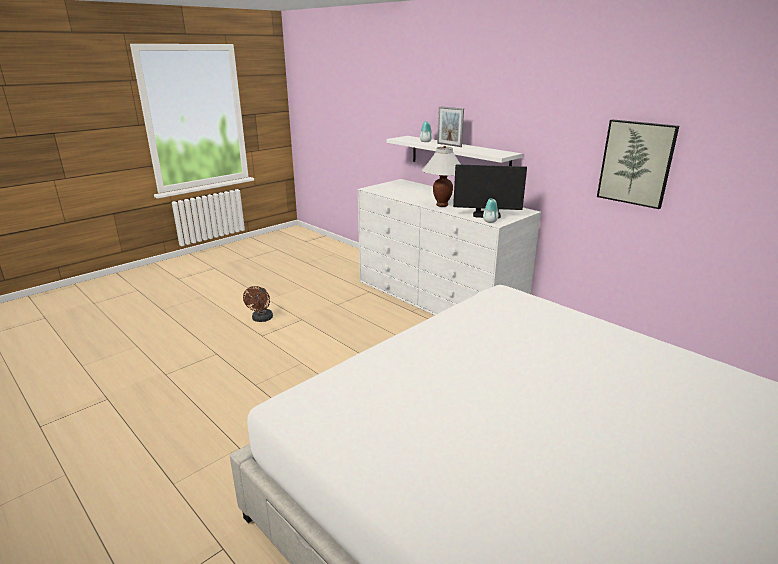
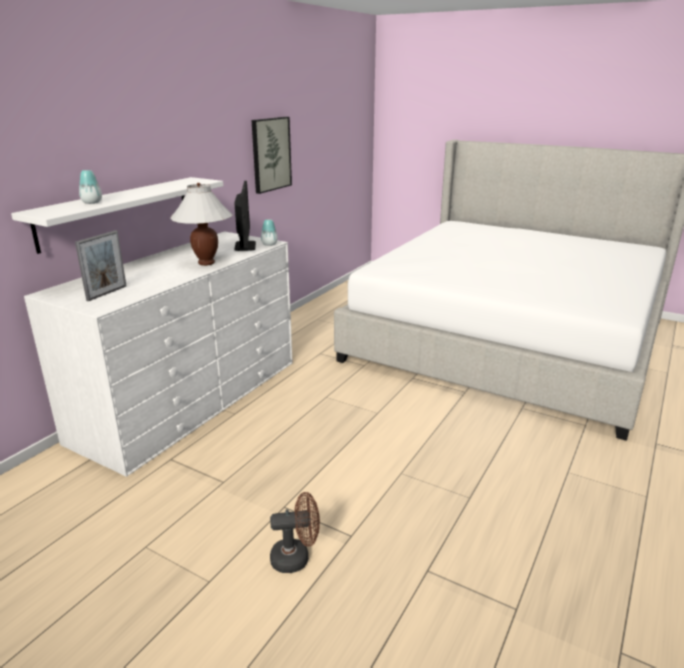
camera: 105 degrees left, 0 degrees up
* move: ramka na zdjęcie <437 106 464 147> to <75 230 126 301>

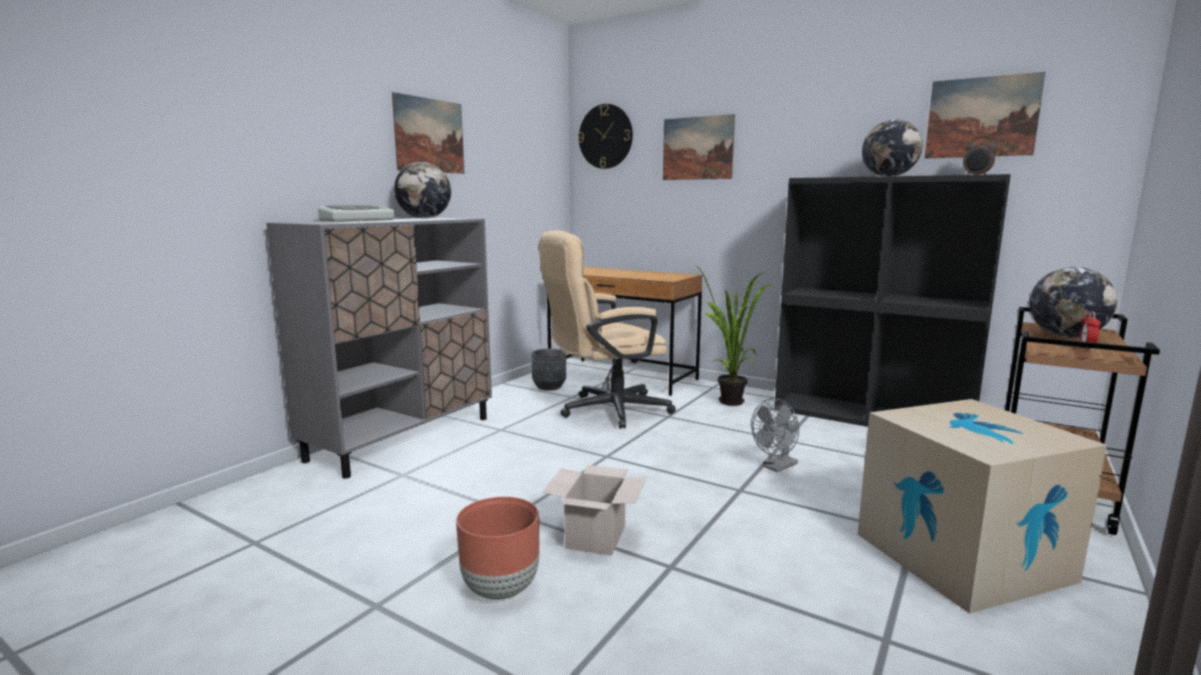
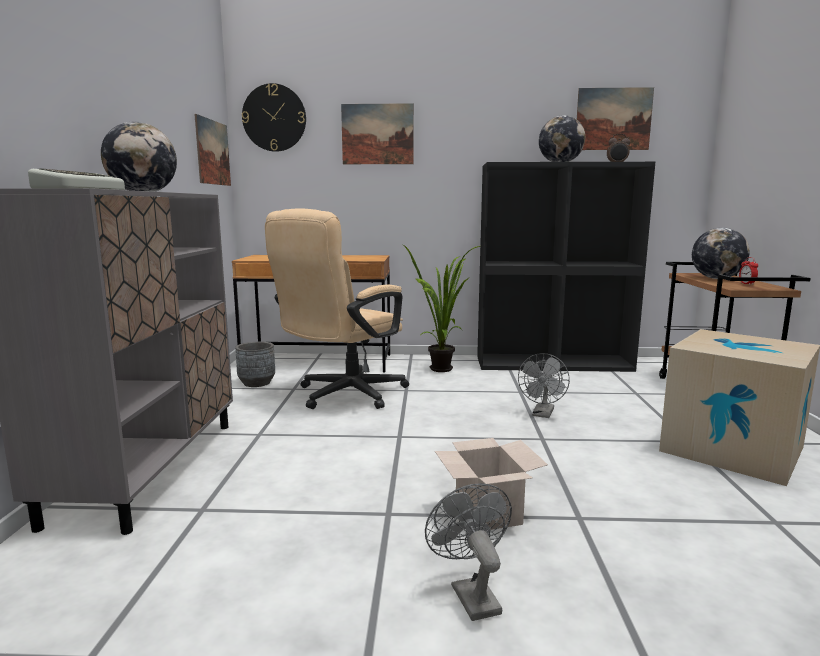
camera: 30 degrees left, 0 degrees up
* move: obraz <392 92 464 174> to <194 114 231 186>
* replace: donica/brązowy <456 497 539 600> to wentylator/szary <425 483 512 621>

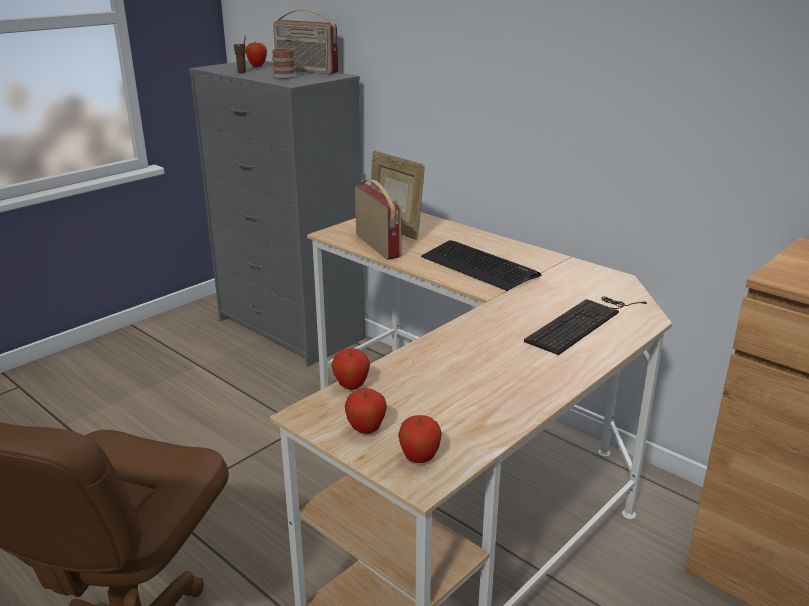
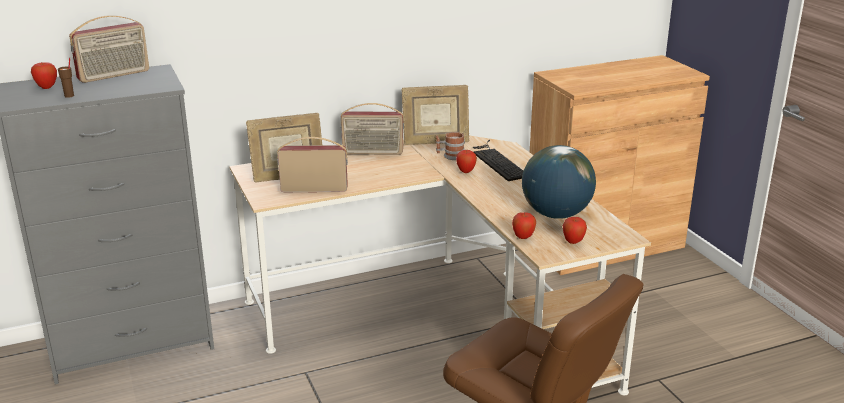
camera: 65 degrees left, 0 degrees up
* move: kubek <272 48 297 79> to <436 132 465 160>
* delete: klawiatura <421 240 541 291>
* move: jabłko <398 415 442 463> to <456 150 477 173>
* insert: ramka na zdjęcie <401 85 469 145>
* insert: radio <341 103 404 155>
* insert: globus <522 145 596 219>

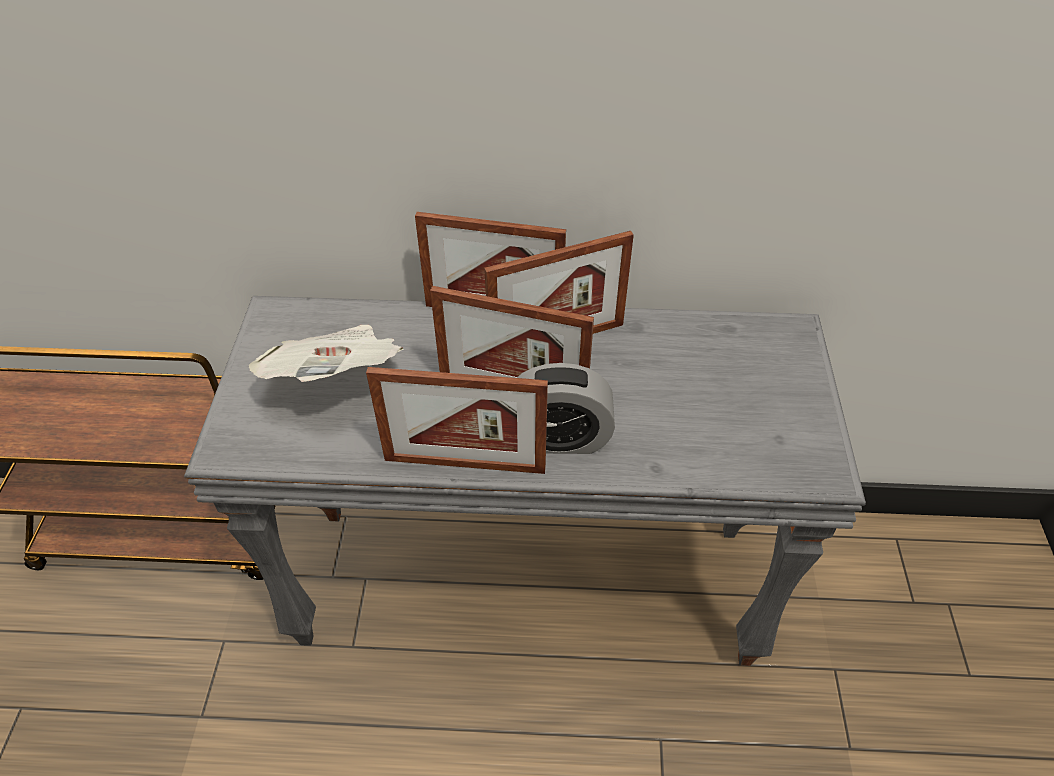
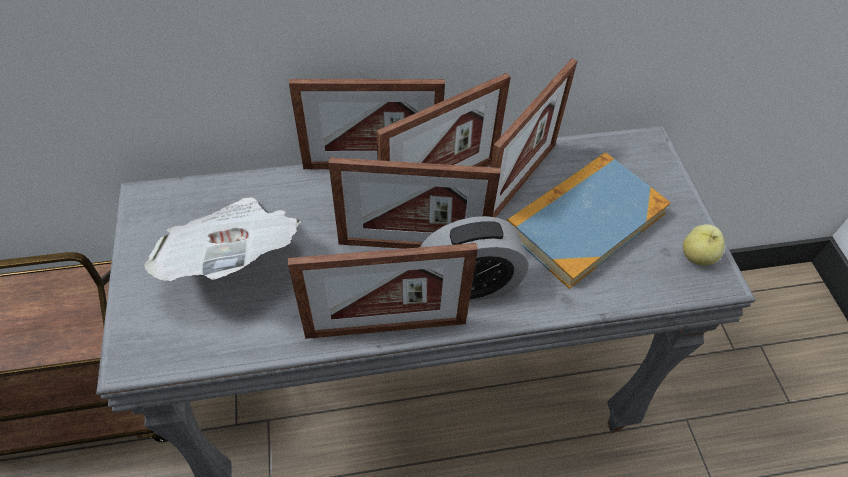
camera: 15 degrees left, 5 degrees up
* insert: ramka na zdjęcie <490 59 577 217>
* insert: książka <506 152 671 289>
* insert: jabłko <683 224 725 265>

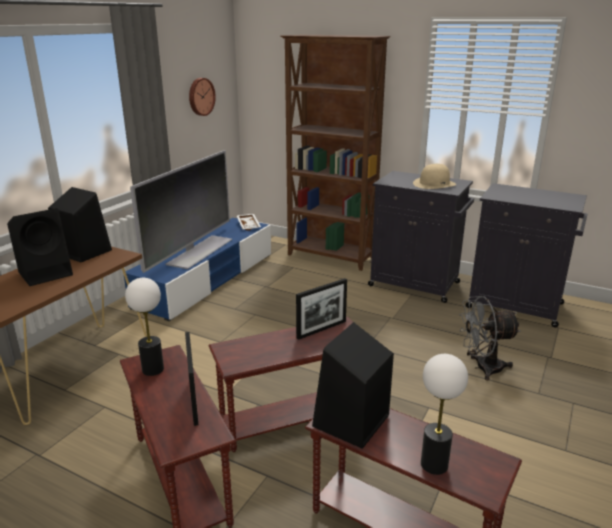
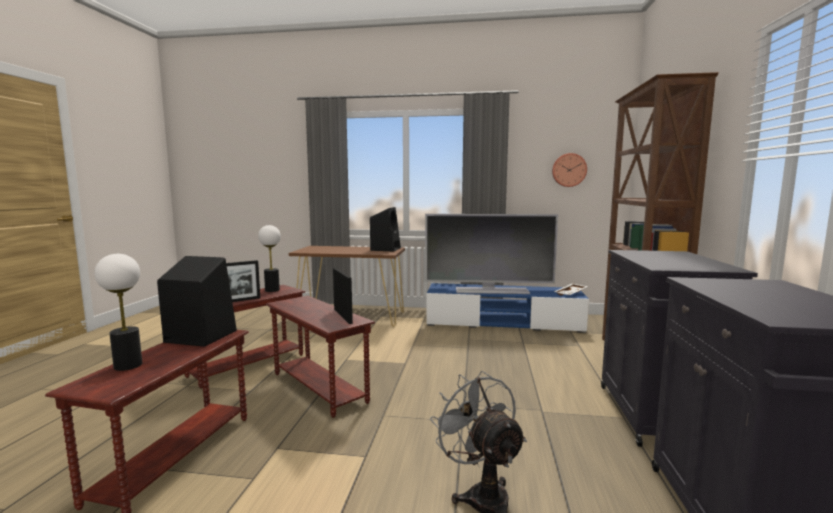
camera: 70 degrees right, 15 degrees down
* delete: kapelusz/beżowy <413 164 456 189>
* delete: głośnik/czarny <7 208 73 286>
* rotate: ramka na zdjęcie <296 278 347 340> = <333 268 353 324> 150 degrees counterclockwise

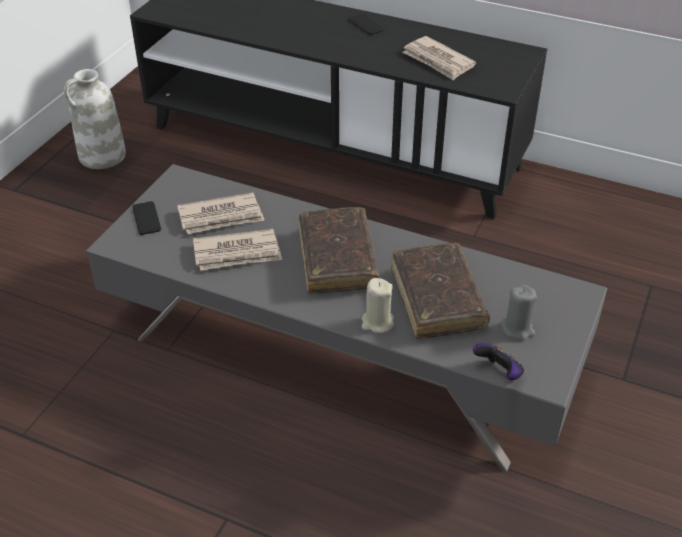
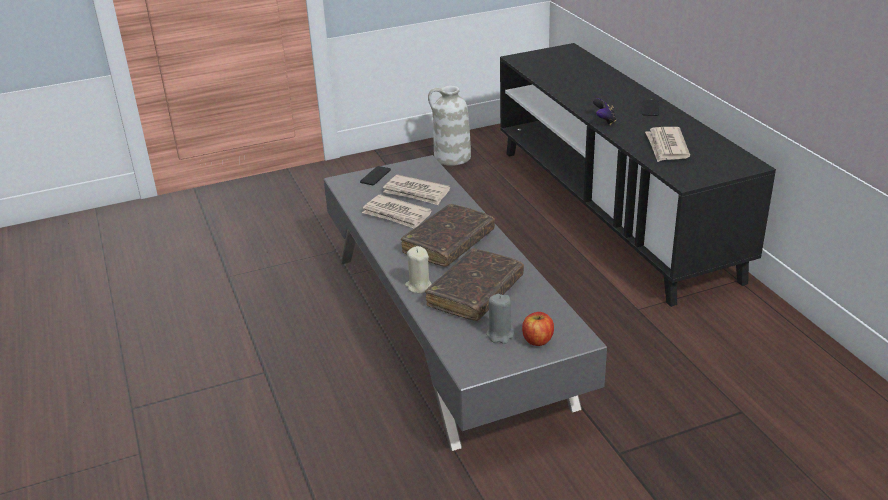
camera: 45 degrees right, 10 degrees down
* move: pad do gier <473 343 524 380> to <593 98 616 125>
* insert: jabłko <522 312 554 346>

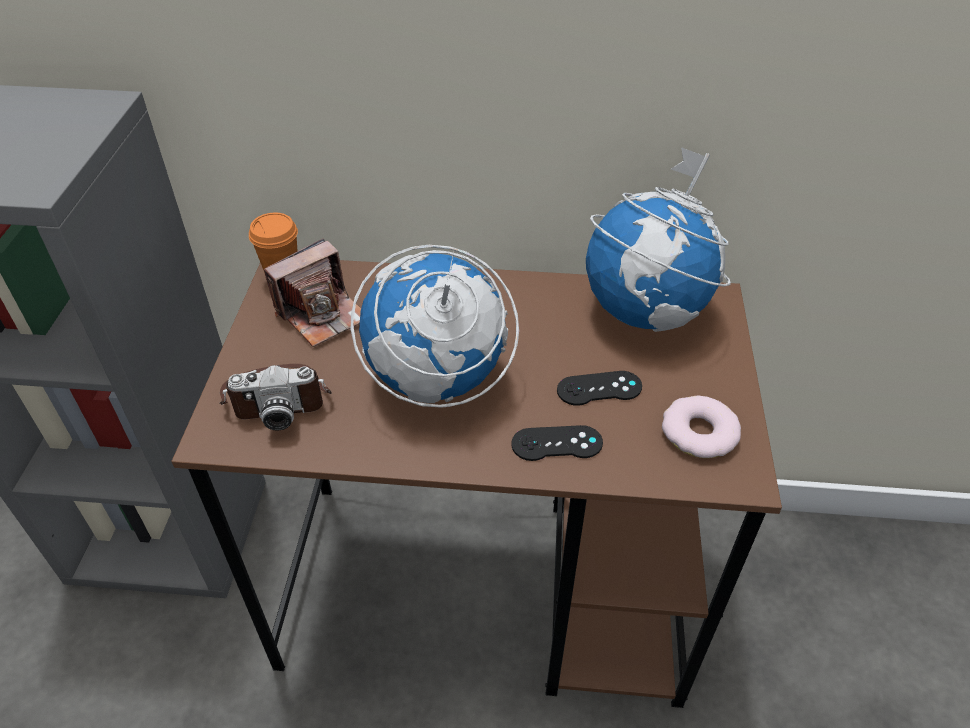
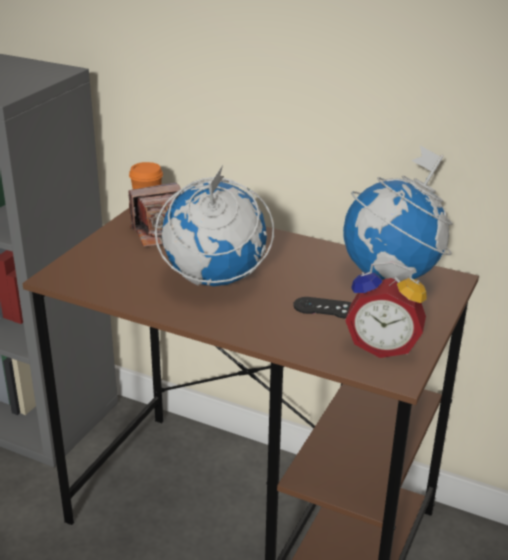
camera: 20 degrees right, 15 degrees down
* delete: aparat fotograficzny <219 364 332 431>
* replace: donut <662 396 741 458> to budzik <345 262 427 358>
* delete: pad do gier/czarny <511 425 603 461>

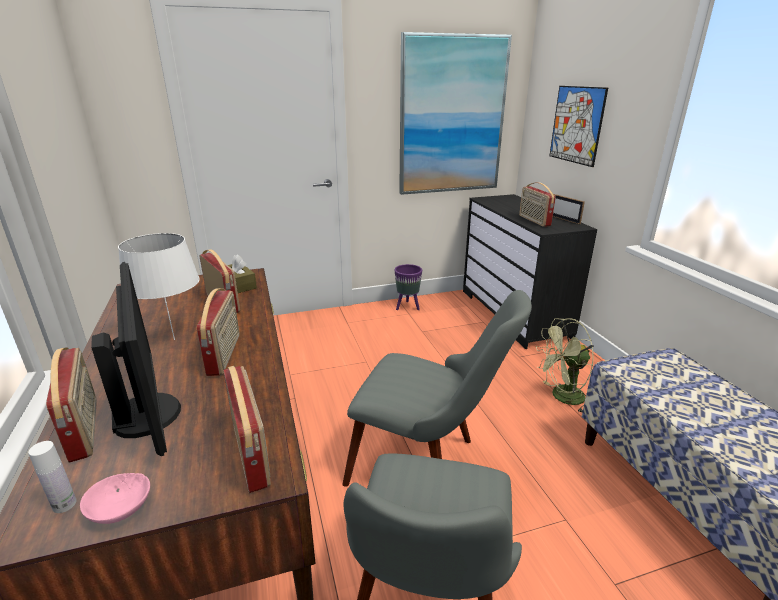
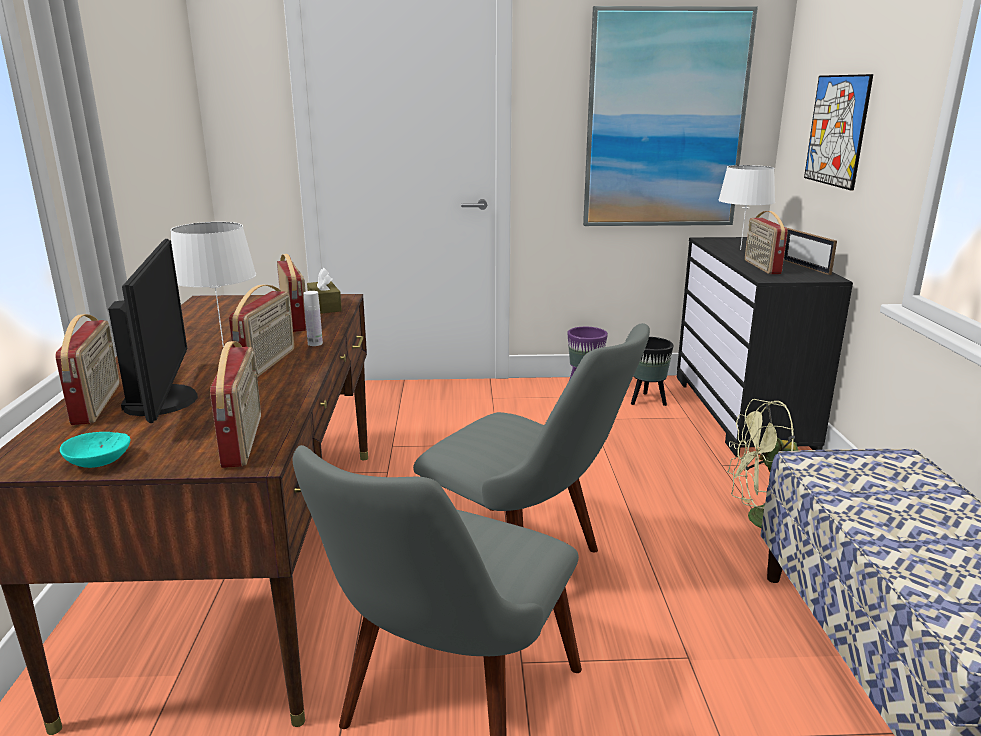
camera: 15 degrees right, 5 degrees down
* move: butelka/biały <28 441 77 513> to <304 291 323 346>
* recolor: miska/różowy <80 473 150 524> to miska/turkusowy <60 432 130 468>
* insert: lampa stołowa/biały <718 165 775 250>
* insert: donica/czarny <631 337 673 406>

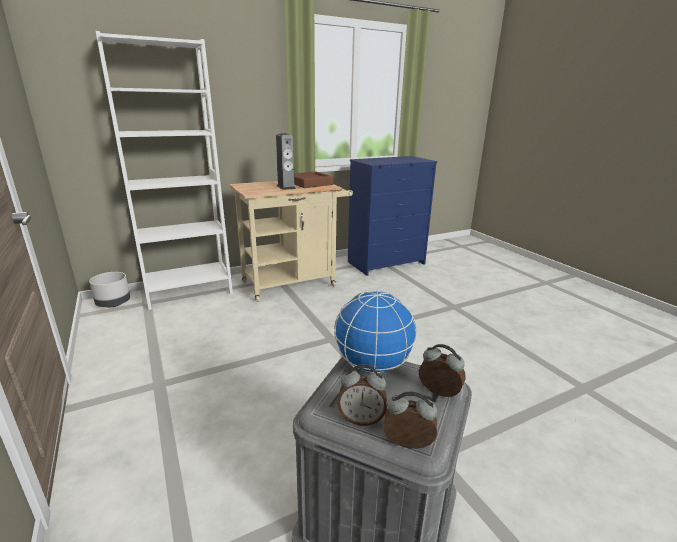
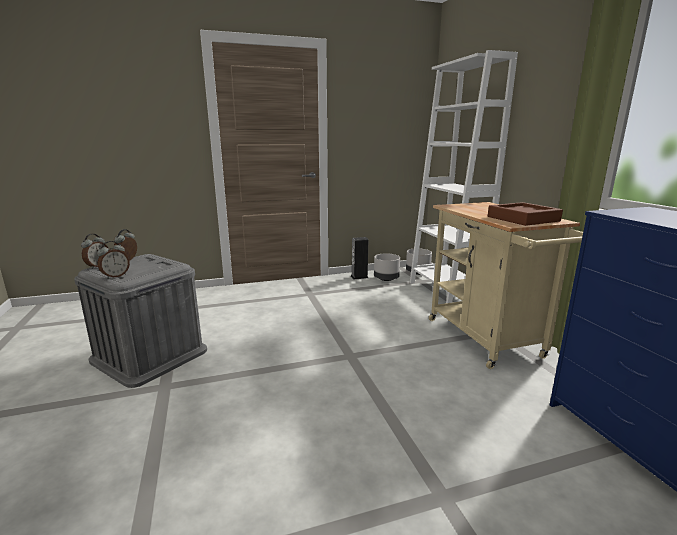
camera: 100 degrees right, 5 degrees down
* move: głośnik <276 133 296 190> to <351 237 368 279>
* delete: globus <334 290 417 373>
* insert: donica/szary <374 253 400 281>

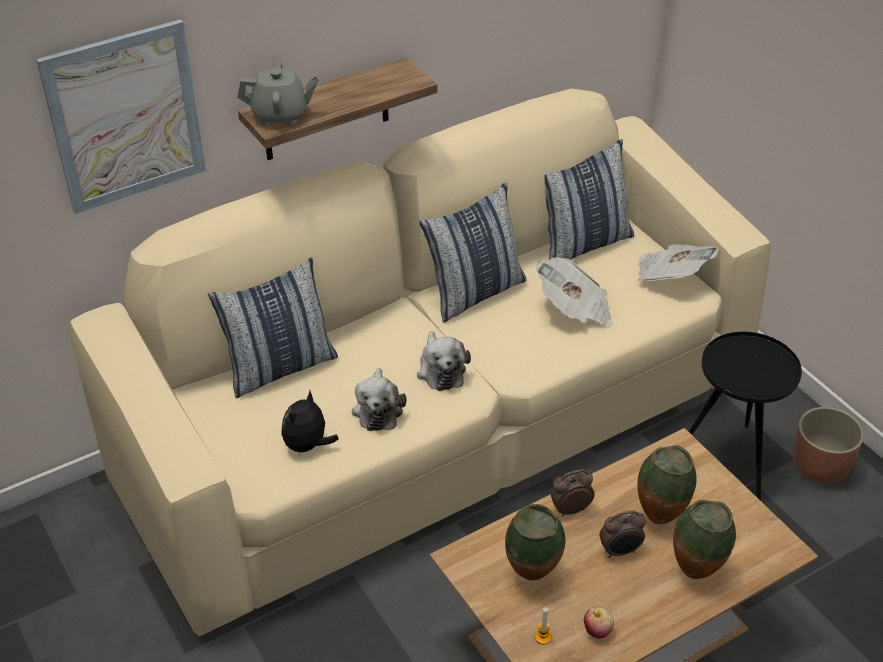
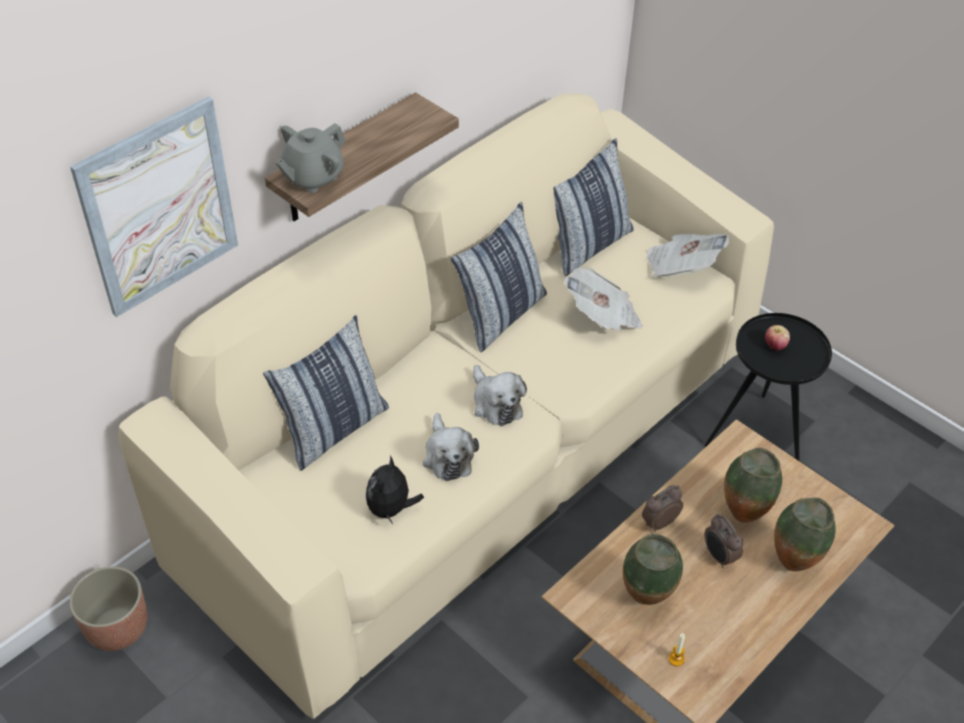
camera: 15 degrees left, 5 degrees up
* rotate: imbryk/szary <237 61 319 126> = <276 123 346 193> 150 degrees clockwise
* move: donica <793 407 864 484> to <69 566 147 651>
* rotate: budzik <599 511 646 558> = <705 514 743 568> 90 degrees clockwise
* move: jabłko <584 606 614 639> to <765 325 790 351>

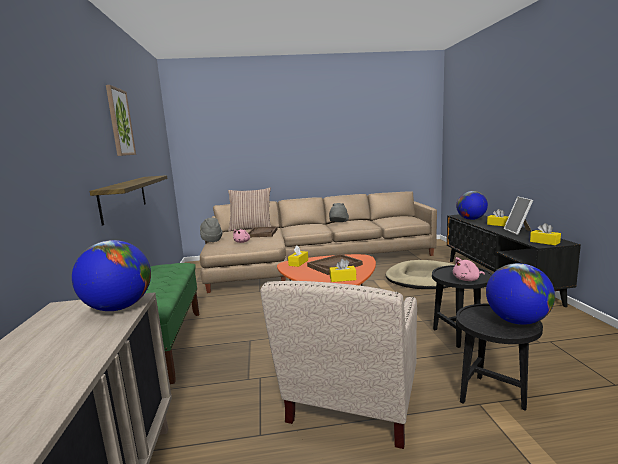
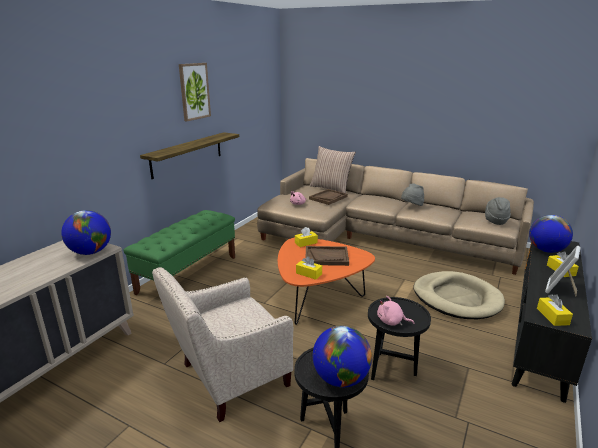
camera: 35 degrees right, 10 degrees up
* move: kapelusz/szary <200 218 222 242> to <485 197 511 225>

